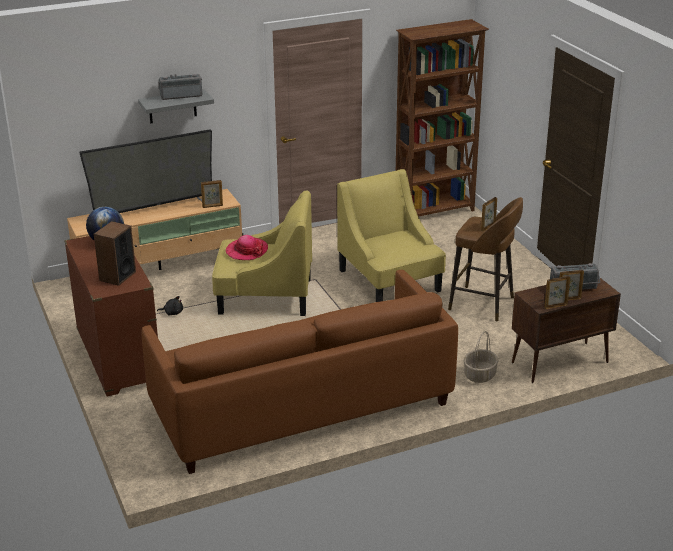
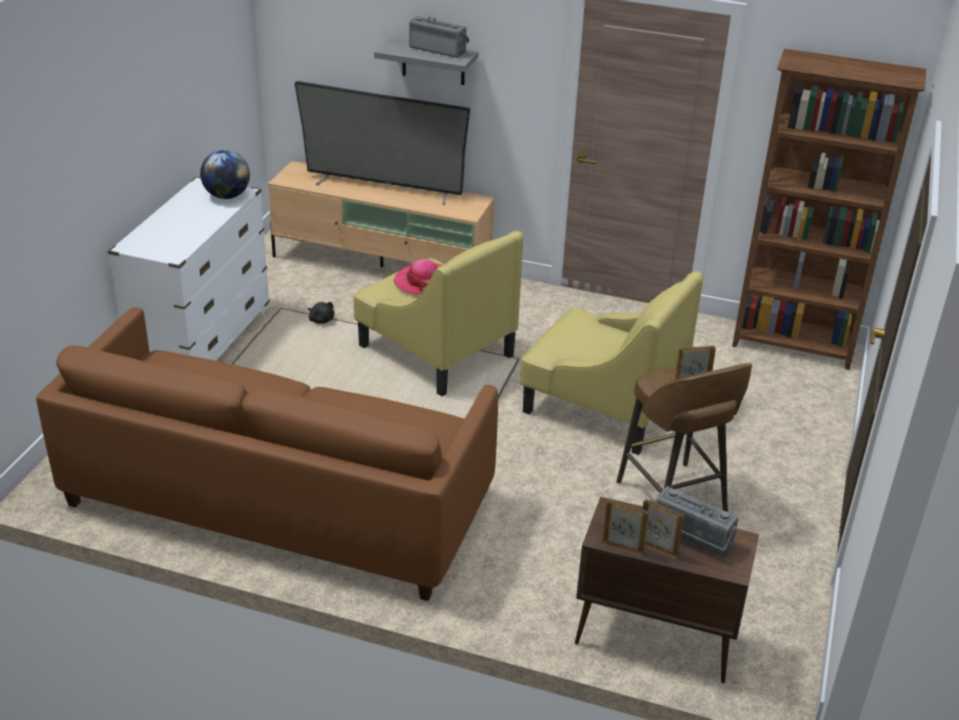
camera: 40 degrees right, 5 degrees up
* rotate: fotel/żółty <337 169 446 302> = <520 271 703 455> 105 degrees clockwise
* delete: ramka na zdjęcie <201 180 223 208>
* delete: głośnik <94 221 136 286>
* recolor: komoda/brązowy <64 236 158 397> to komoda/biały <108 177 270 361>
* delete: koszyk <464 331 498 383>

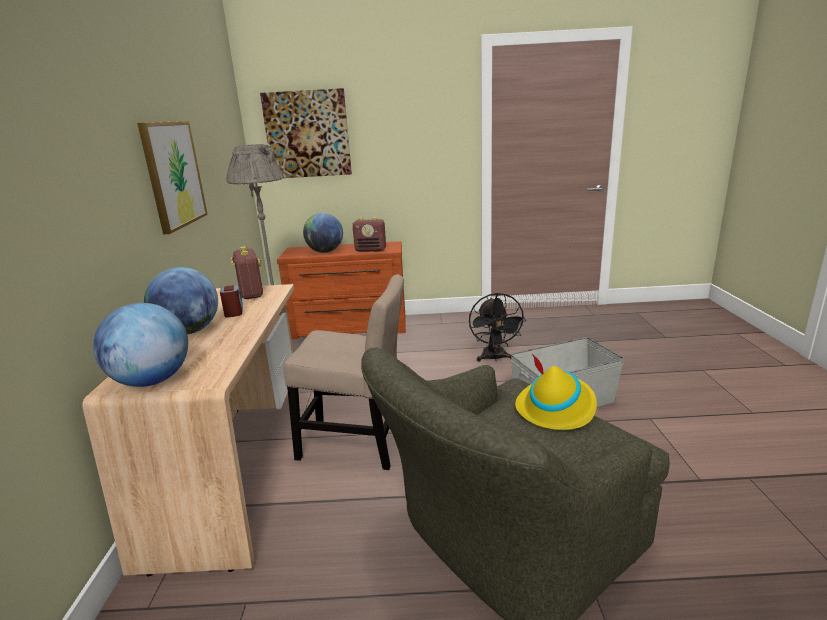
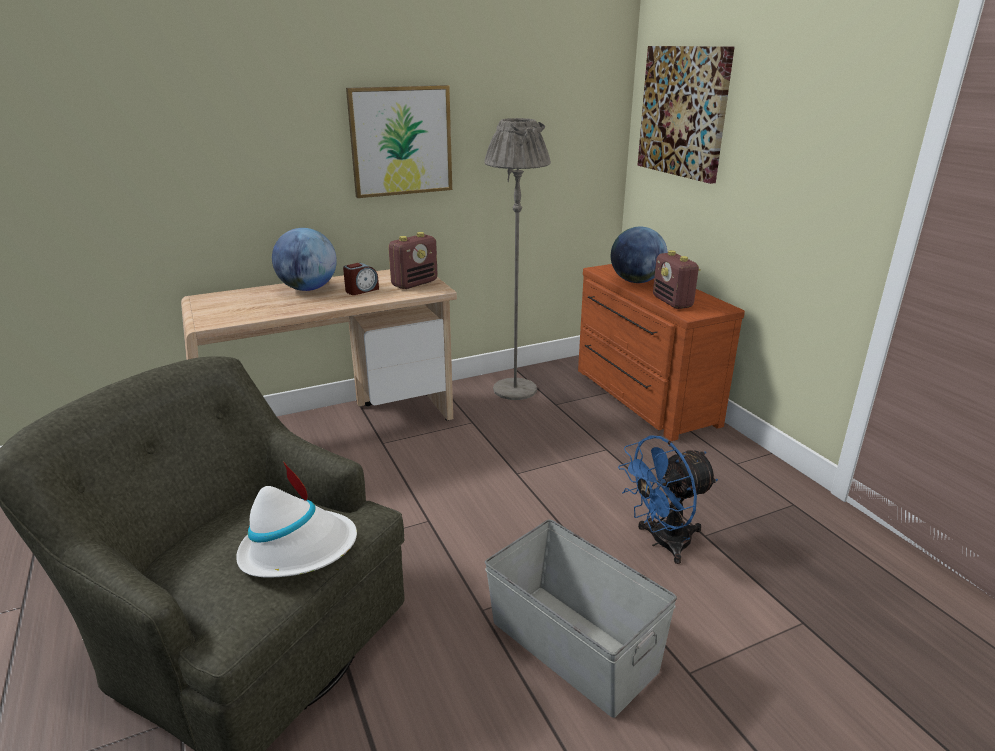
camera: 65 degrees right, 5 degrees up
* delete: krzesło/beżowy <284 274 404 470>
* recolor: wentylator/czarny <469 293 526 362> to wentylator/niebieski <618 435 718 564>
* delete: globus <93 303 188 387>
* recolor: kapelusz/żółty <515 354 597 430> to kapelusz/biały <236 461 357 578>

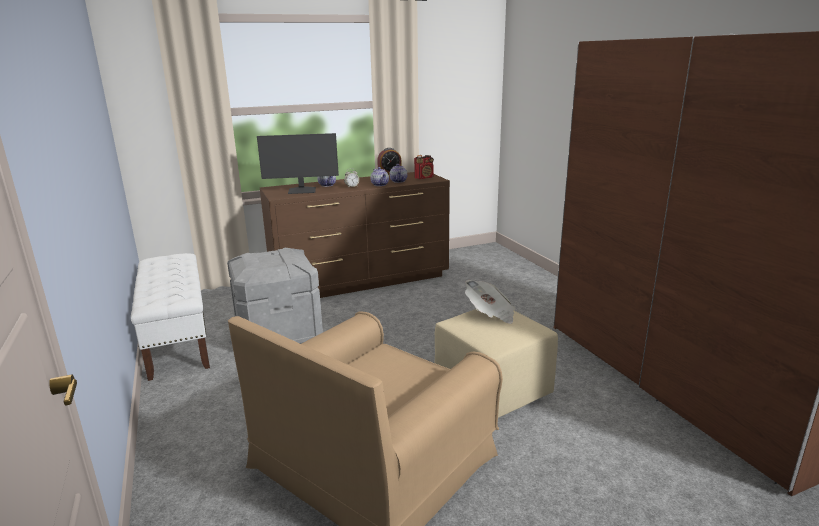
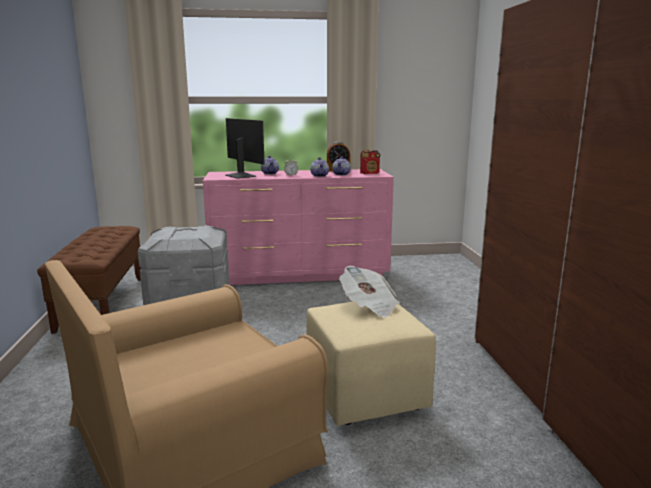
camera: 15 degrees right, 5 degrees down
* rotate: monitor <257 133 339 194> = <225 118 265 179> 135 degrees counterclockwise
* recolor: komoda/brązowy <260 172 450 298> to komoda/różowy <203 169 394 285>
* recolor: ławka/biały <131 253 210 381> to ławka/brązowy <37 226 141 334>

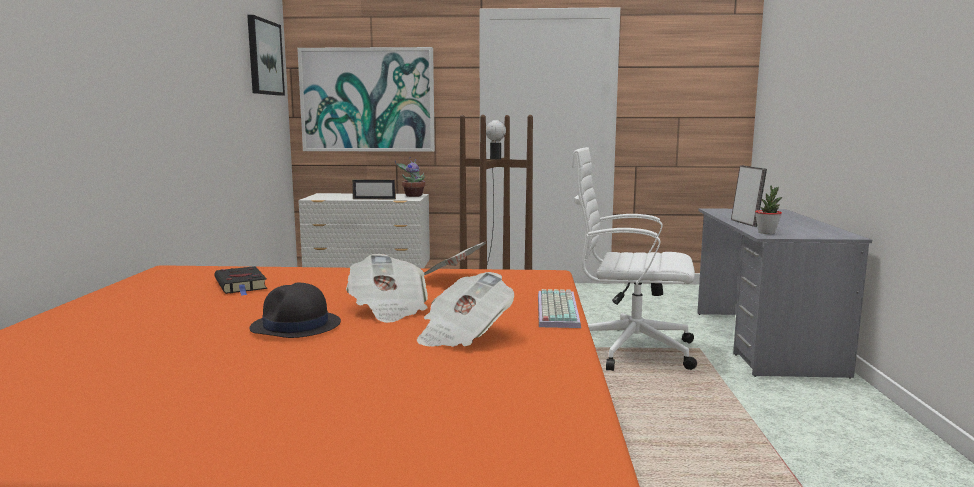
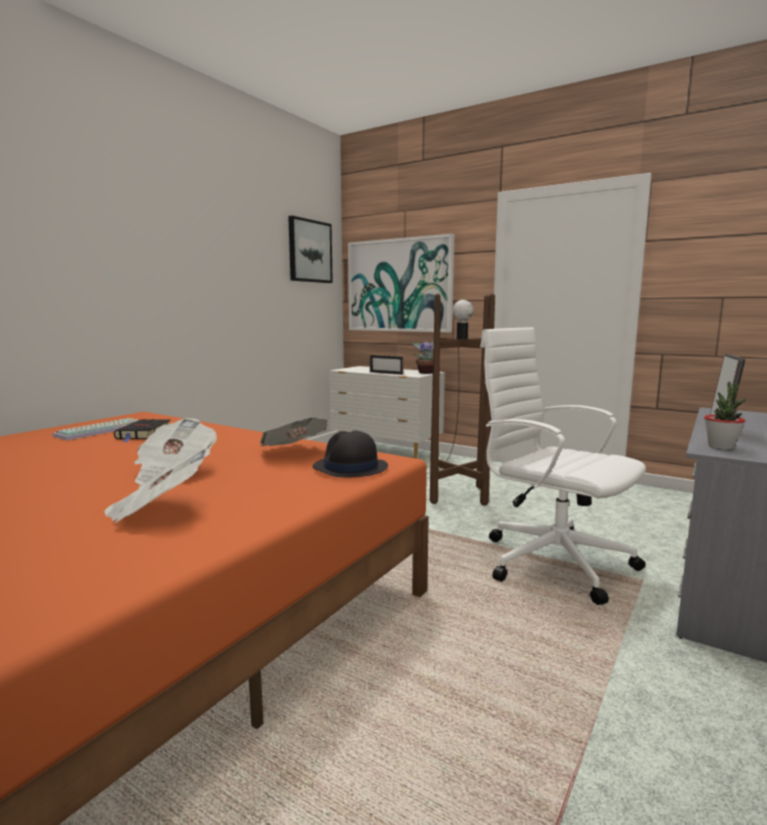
camera: 30 degrees right, 0 degrees up
* move: kapelusz/czarny <249 283 341 338> to <313 431 388 477>
* move: klawiatura <538 289 581 328> to <53 418 138 440>

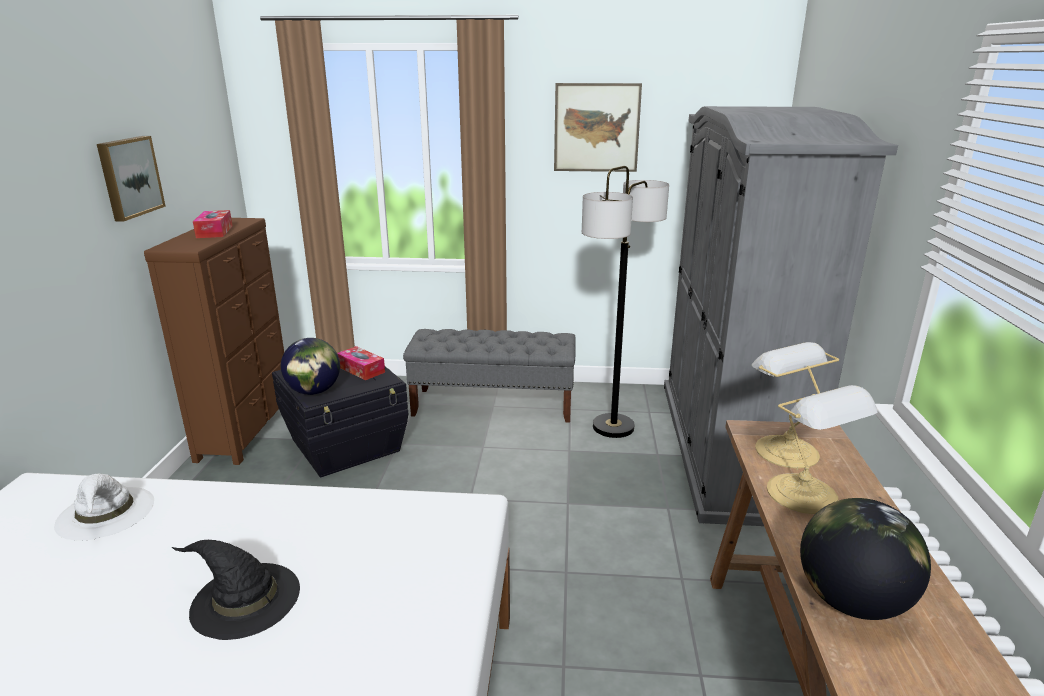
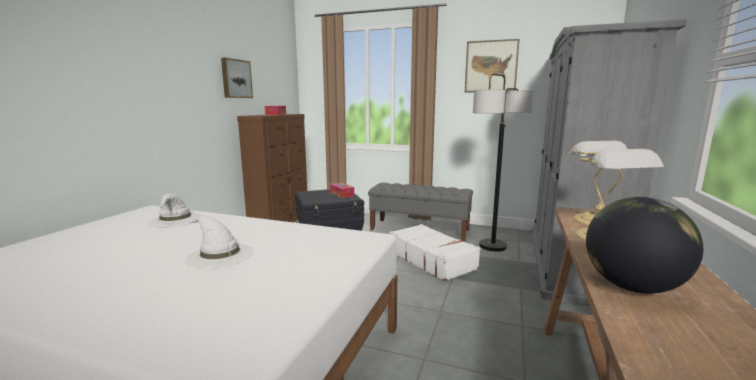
camera: 15 degrees right, 10 degrees down
* delete: globus <281 338 340 395>
* recolor: kapelusz/czarny <172 540 300 640> to kapelusz/biały <185 215 254 269>
* insert: walizka/biały <389 224 481 281>

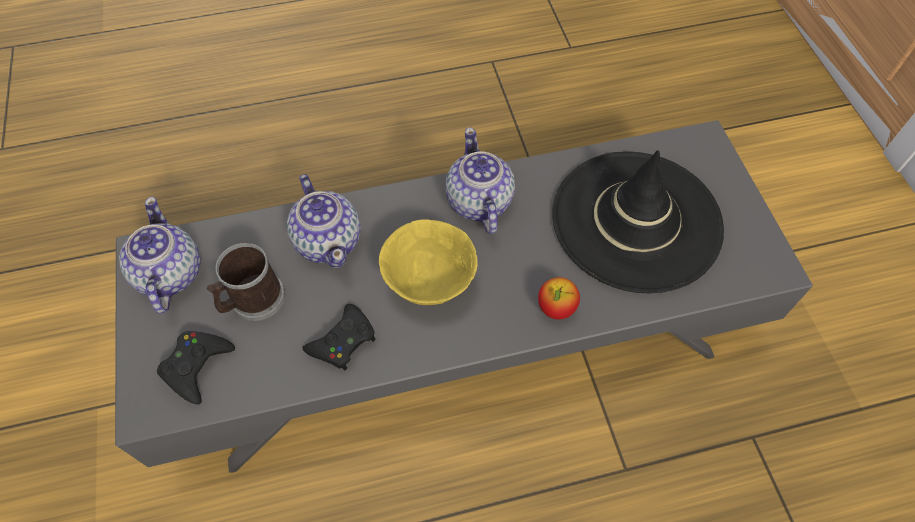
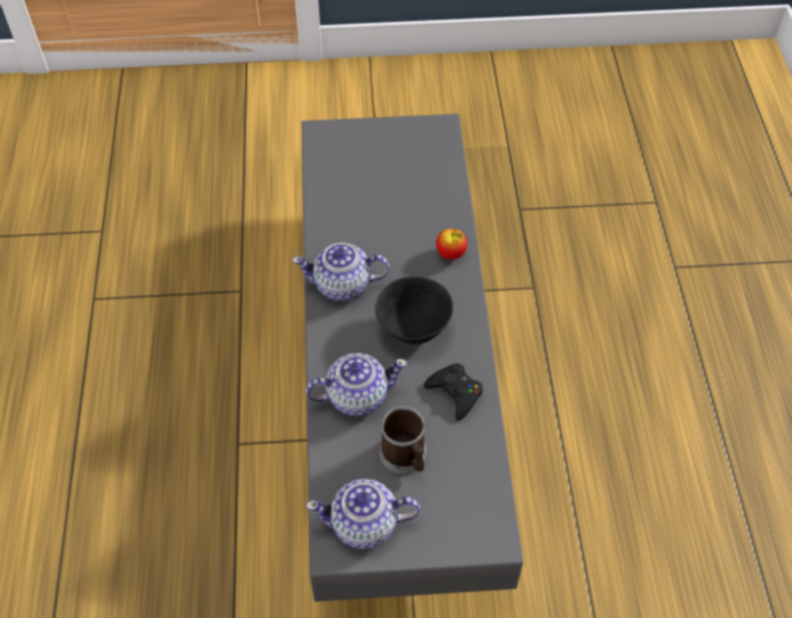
camera: 80 degrees left, 5 degrees down
* delete: kapelusz/czarny <552 150 724 293>
* recolor: miska/żółty <379 219 478 305> to miska/czarny <375 276 453 344>
* delete: pad do gier/czarny <157 331 235 404>

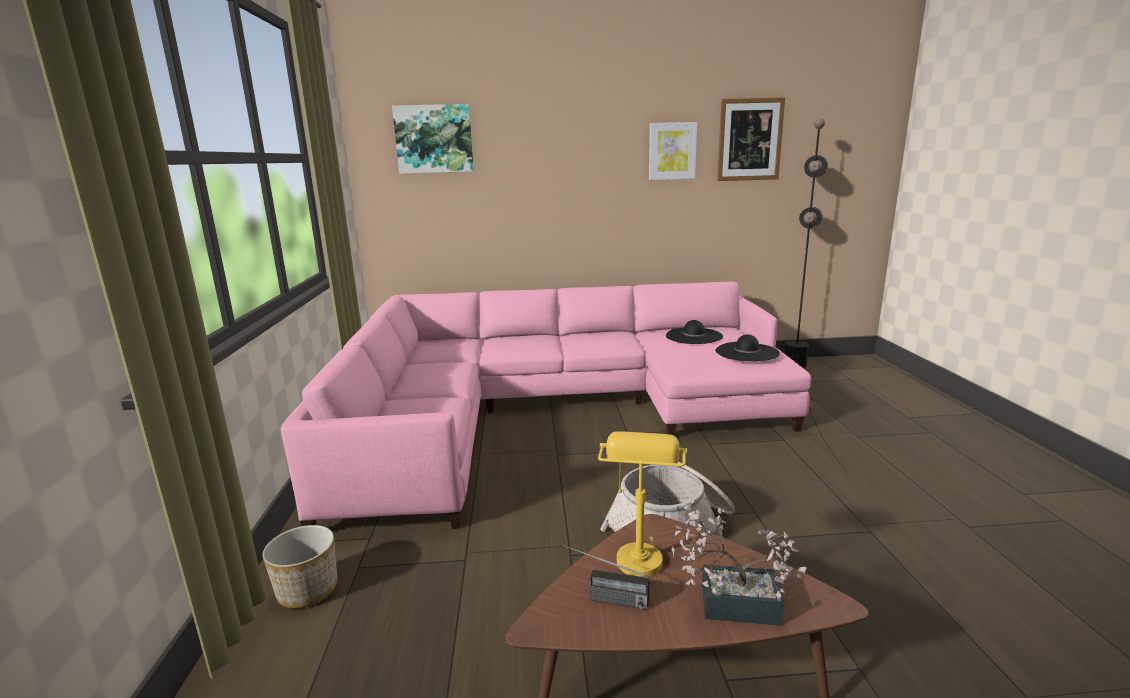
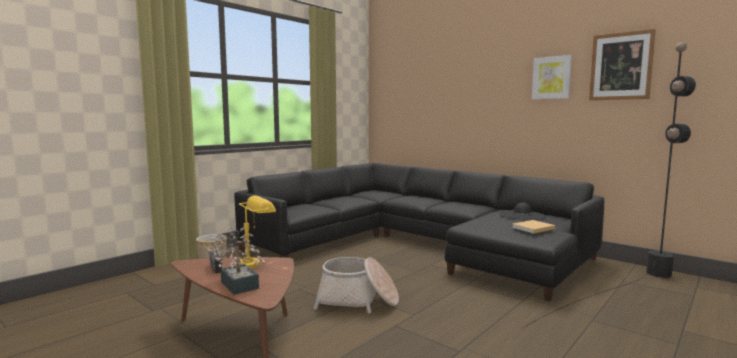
camera: 45 degrees right, 10 degrees down
* delete: obraz <392 104 474 174>
* recolor: kanapa/różowy <281 281 811 529> to kanapa/czarny <234 163 604 301>
* replace: kapelusz/czarny <716 334 780 361> to książka/beżowy <512 220 555 233>

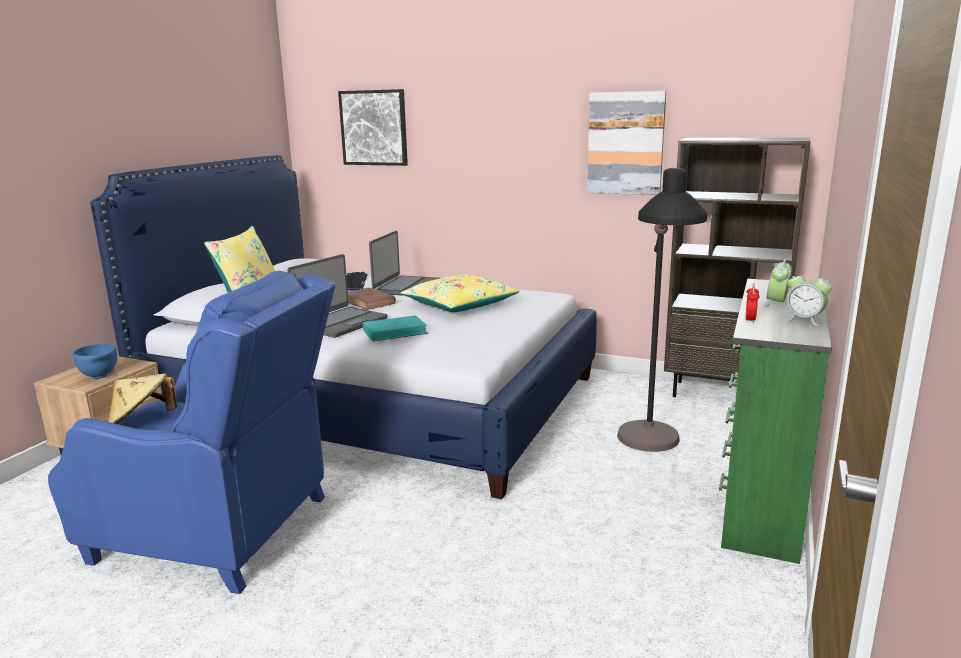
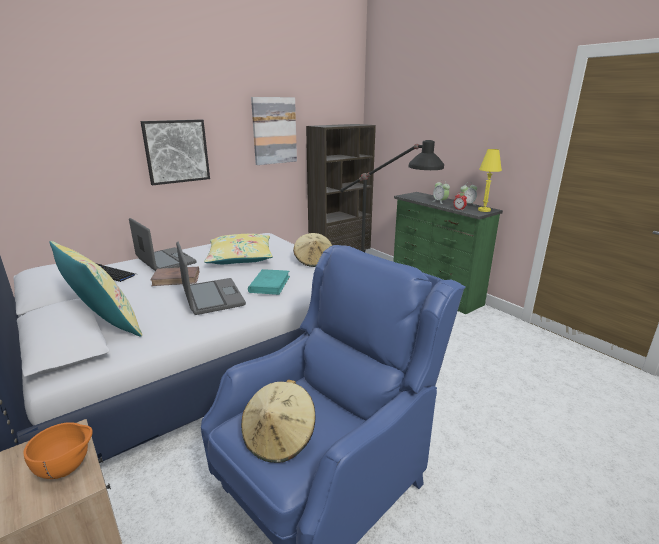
camera: 60 degrees left, 5 degrees up
* move: obraz <338 89 408 166> to <140 119 210 185>
* recolor: miska/niebieski <73 343 117 379> to miska/pomarańczowy <24 422 93 479>
* insert: lampa stołowa/żółty <478 149 502 212>
* insert: kapelusz/beżowy <293 233 332 267>

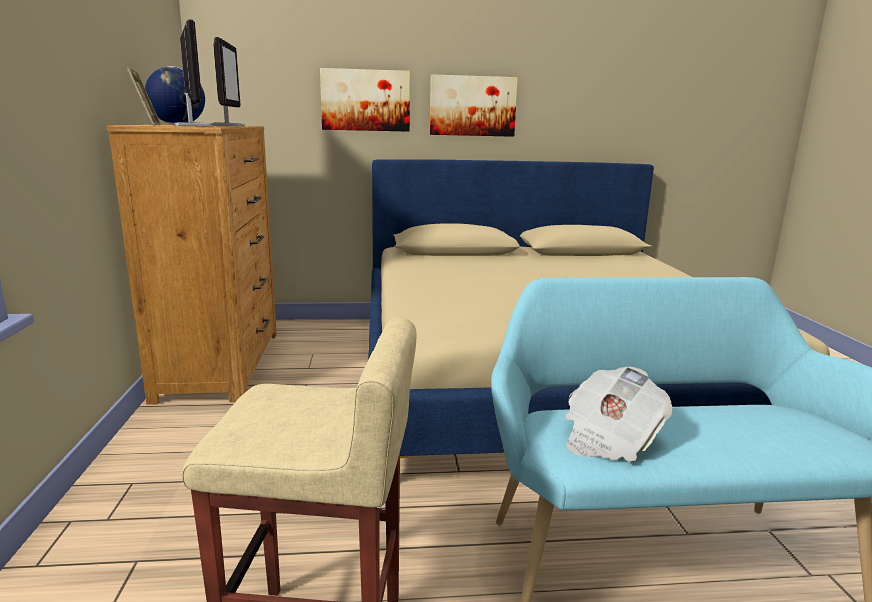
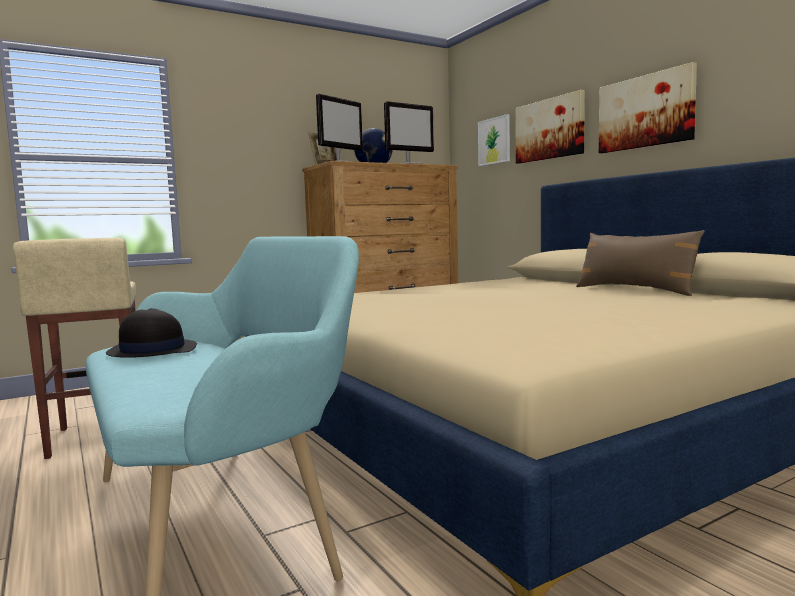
camera: 65 degrees right, 10 degrees down
* replace: gazeta <565 367 673 462> to kapelusz/czarny <106 308 197 358>
* insert: obraz <478 114 510 166>
* insert: poduszka/brązowy <576 230 705 296>

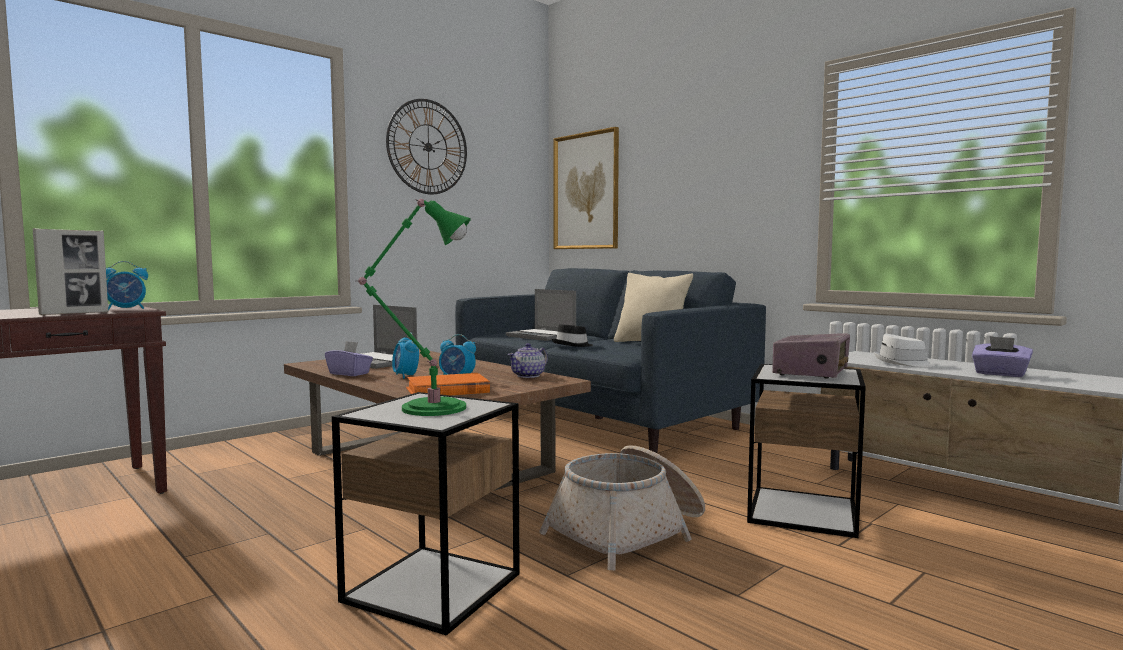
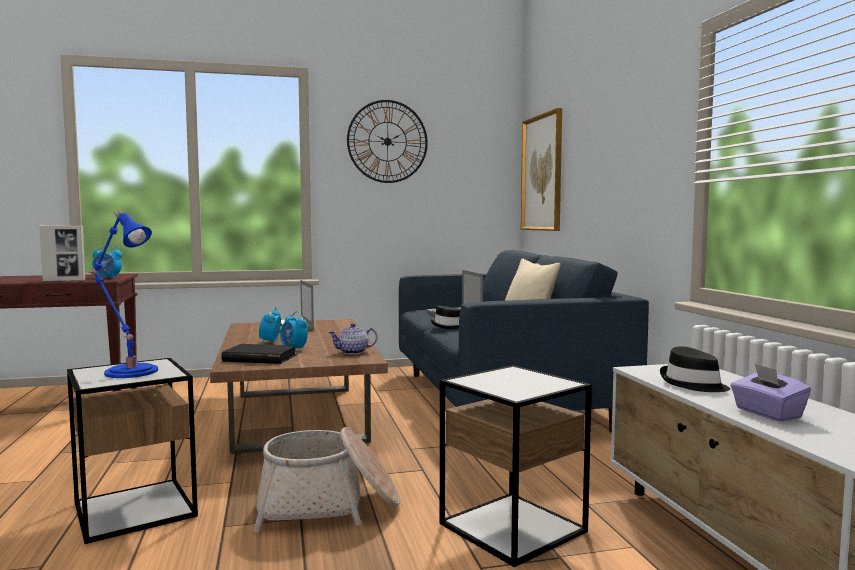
camera: 30 degrees right, 0 degrees up
* recolor: lampa stołowa/zielony <358 199 471 416> to lampa stołowa/niebieski <89 212 158 378>
* delete: radio <772 333 850 379>
* recolor: kapelusz/biały <874 334 935 367> to kapelusz/czarny <660 346 730 392>
* delete: pudełko chusteczek/fioletowy <325 341 373 376>
* recolor: książka/pomarańczowy <406 373 490 396> to książka/czarny <221 344 297 364>

